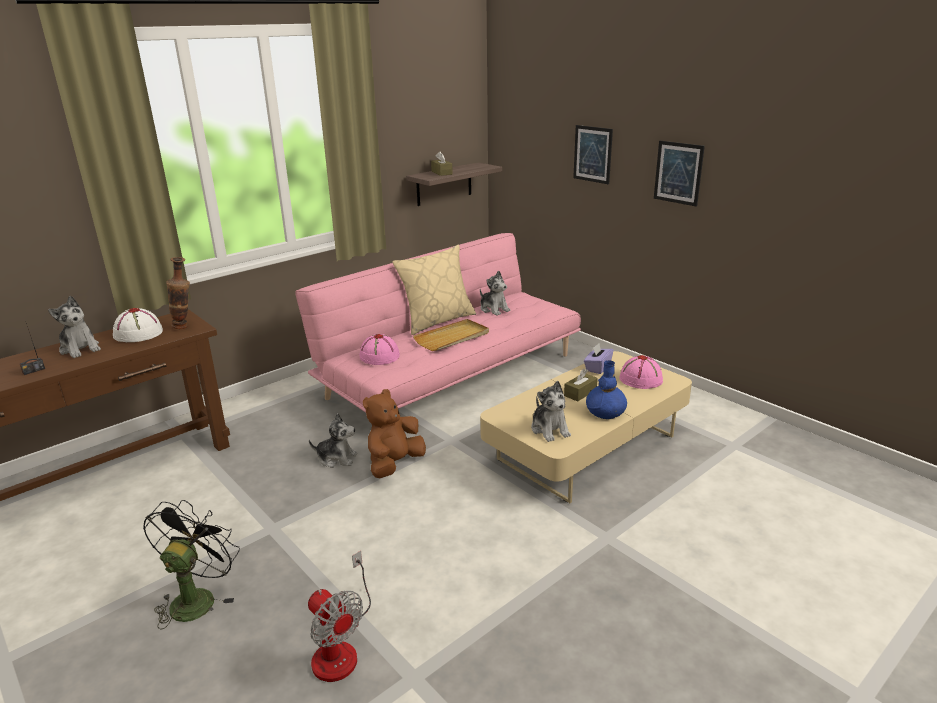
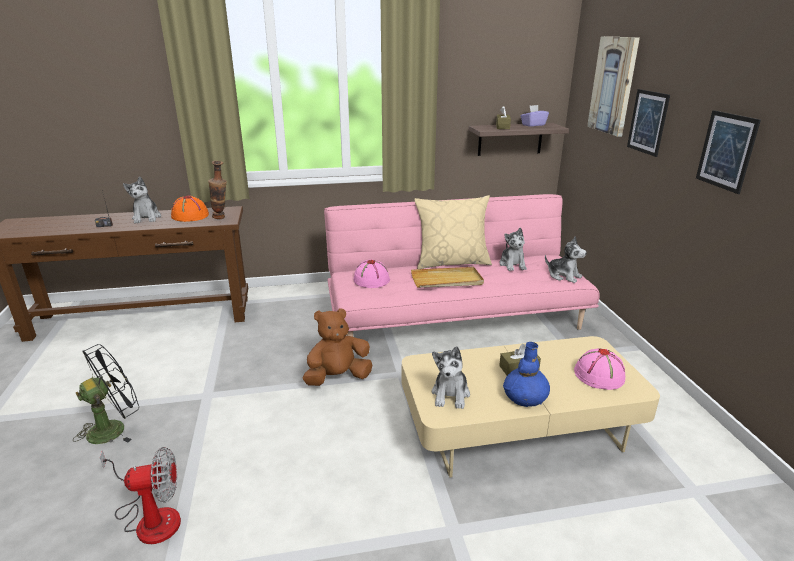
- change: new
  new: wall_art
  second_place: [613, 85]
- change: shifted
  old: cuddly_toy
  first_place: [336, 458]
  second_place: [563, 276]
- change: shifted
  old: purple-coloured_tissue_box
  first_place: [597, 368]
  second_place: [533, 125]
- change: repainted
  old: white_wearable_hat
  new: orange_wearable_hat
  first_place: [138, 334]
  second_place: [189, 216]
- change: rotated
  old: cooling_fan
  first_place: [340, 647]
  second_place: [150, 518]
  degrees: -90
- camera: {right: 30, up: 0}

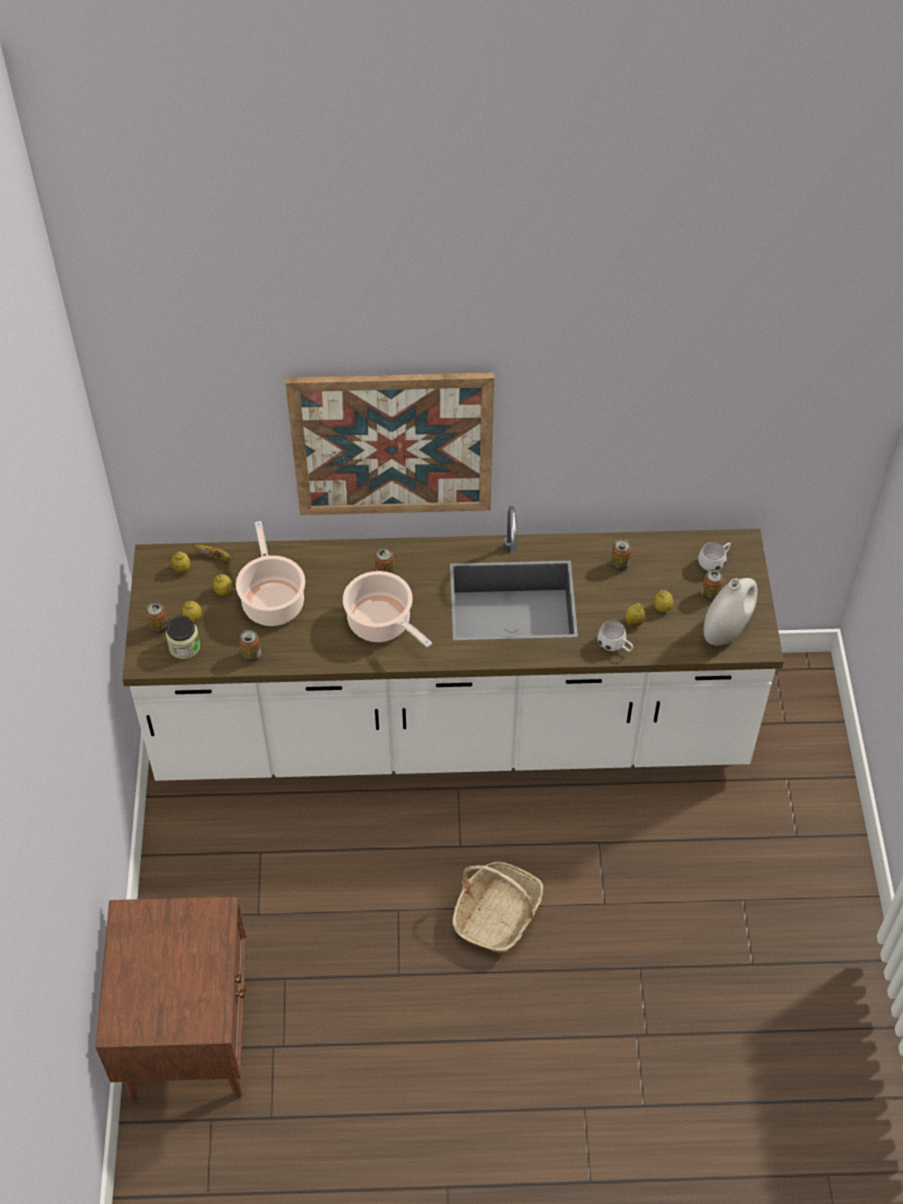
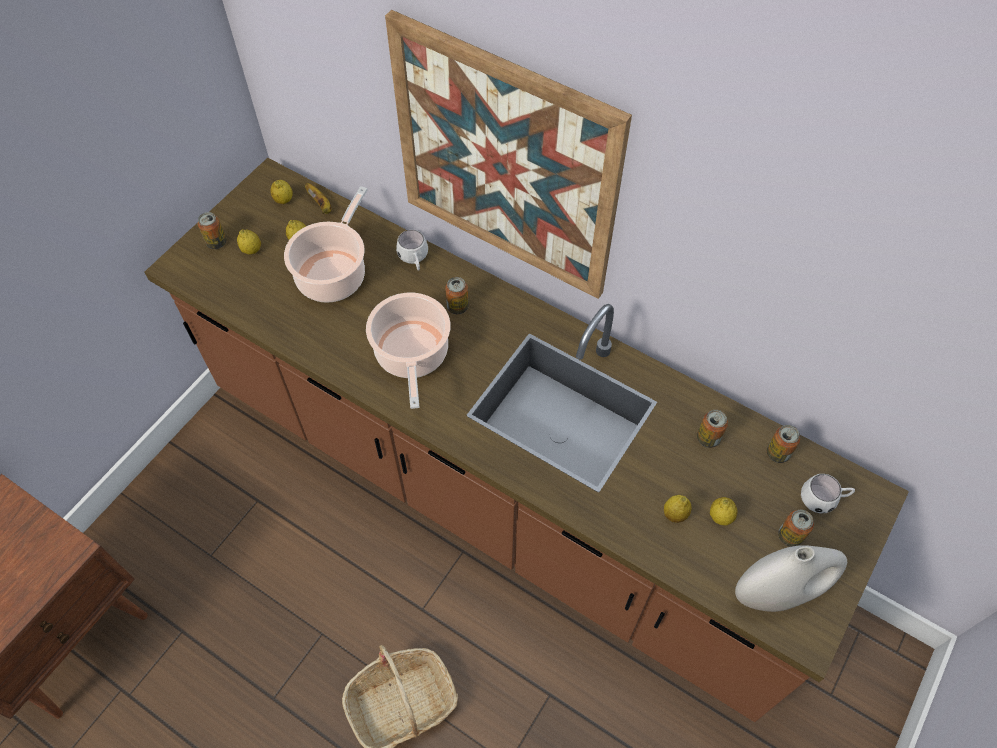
- change: gone
  old: storage_jar
  first_place: [184, 646]
- change: shifted
  old: metal_can
  first_place: [251, 655]
  second_place: [777, 453]
- change: shifted
  old: white_tea_mug
  first_place: [615, 646]
  second_place: [414, 261]
- change: repainted
  old: white_kitchen_counter
  new: brown_kitchen_counter
  first_place: [451, 730]
  second_place: [498, 493]
- camera: {right: 35, up: 5}

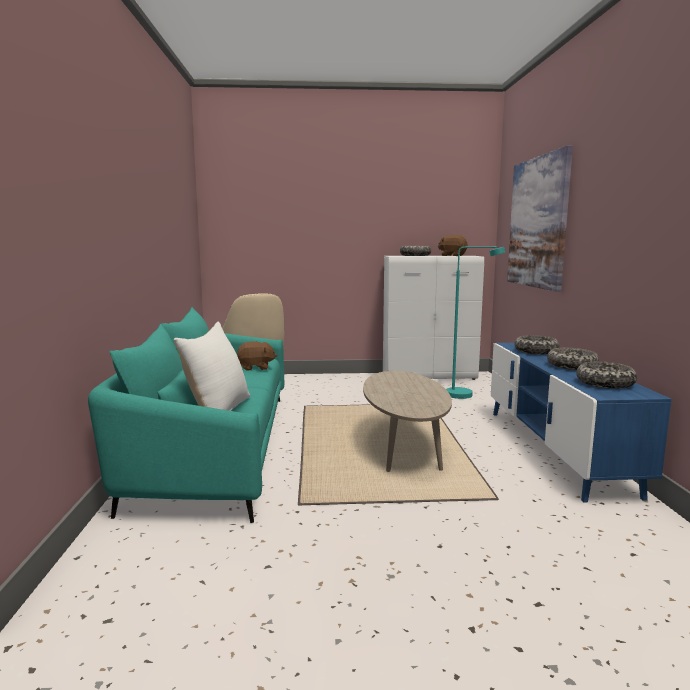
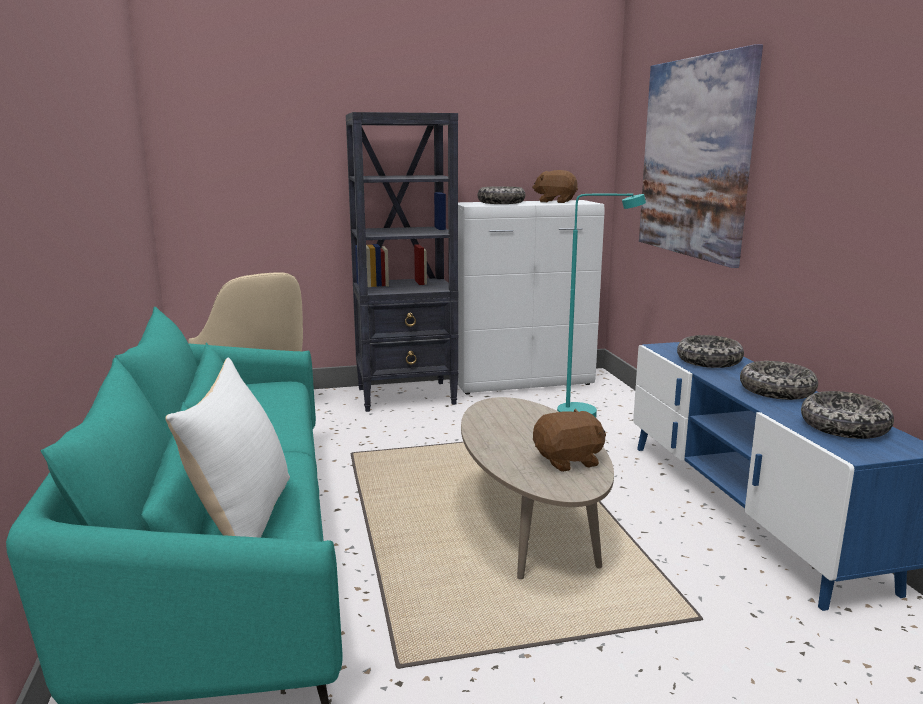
- change: new
  new: blackish_bookcase
  second_place: [407, 396]
- change: shifted
  old: brown_cuddly_toy
  first_place: [256, 368]
  second_place: [568, 461]
- camera: {right: -10, up: 5}

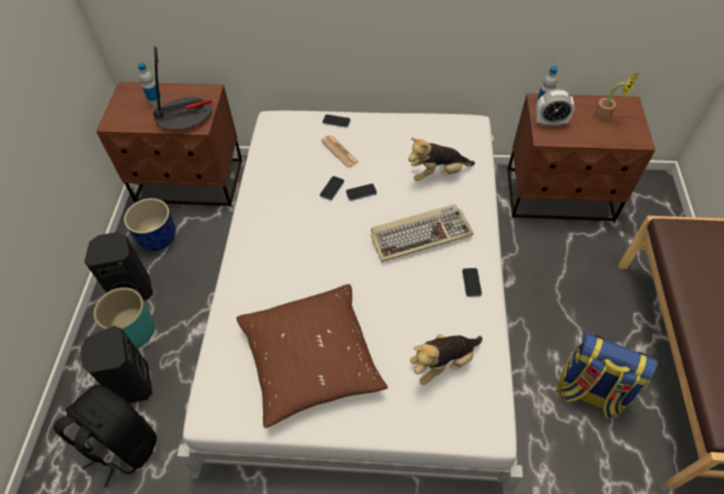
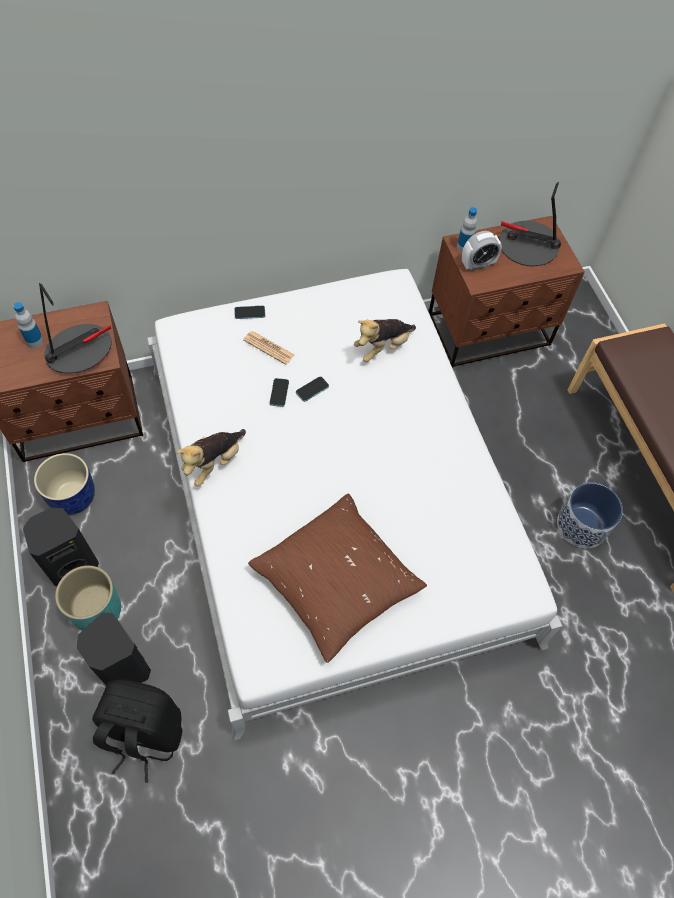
- change: gone
  old: PC_keyboard
  first_place: [420, 234]
- change: gone
  old: telephone
  first_place: [471, 283]
- change: shifted
  old: cuddly_toy
  first_place: [443, 363]
  second_place: [214, 463]
- change: swapped
  old: backpack
  new: plant_pot
  first_place: [589, 392]
  second_place: [581, 526]
- change: swapped
  old: plant_in_a_pot
  new: table_lamp
  first_place: [606, 116]
  second_place: [528, 245]
- camera: {right: -25, up: 5}

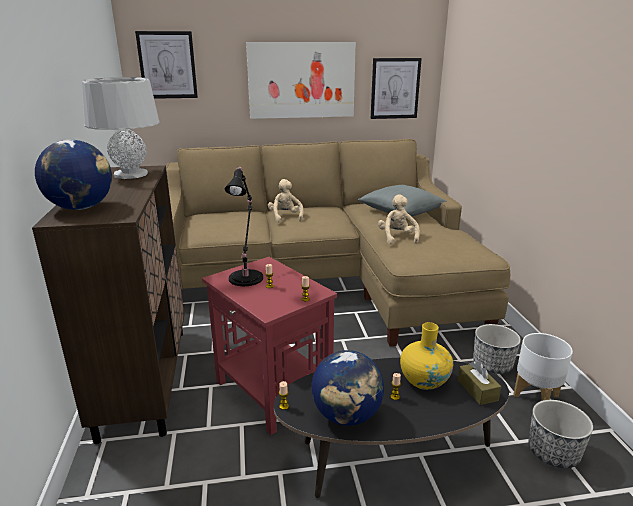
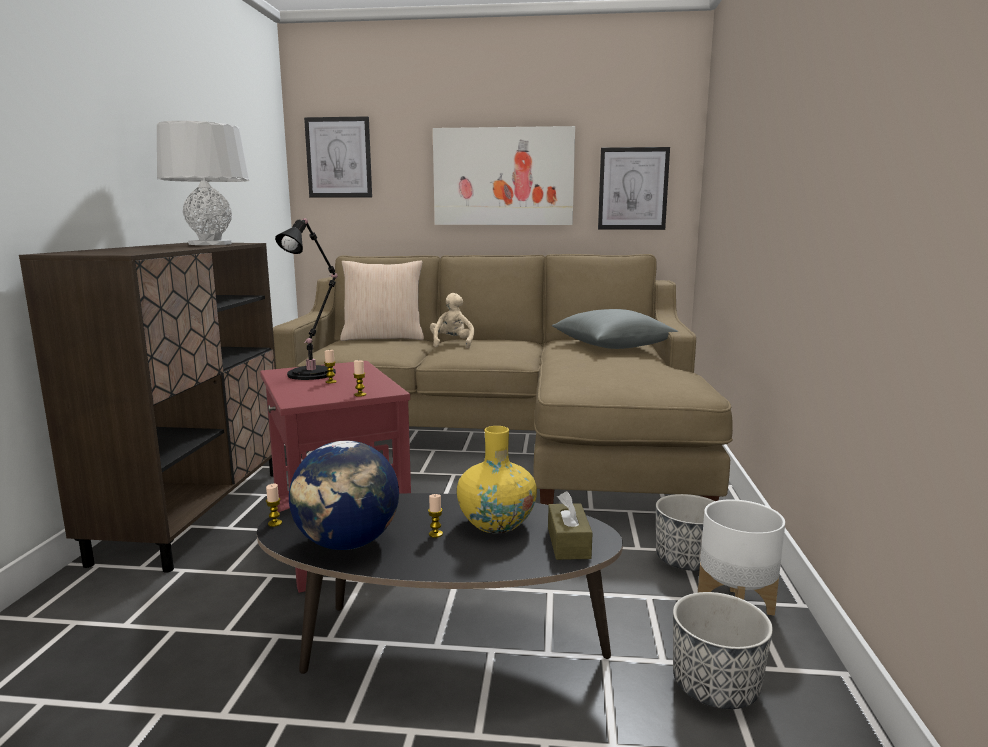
- change: gone
  old: world_globe
  first_place: [81, 208]
- change: gone
  old: beige_cuddly_toy
  first_place: [397, 238]
- change: new
  new: beige_cushion
  second_place: [383, 338]
- camera: {right: 15, up: -10}

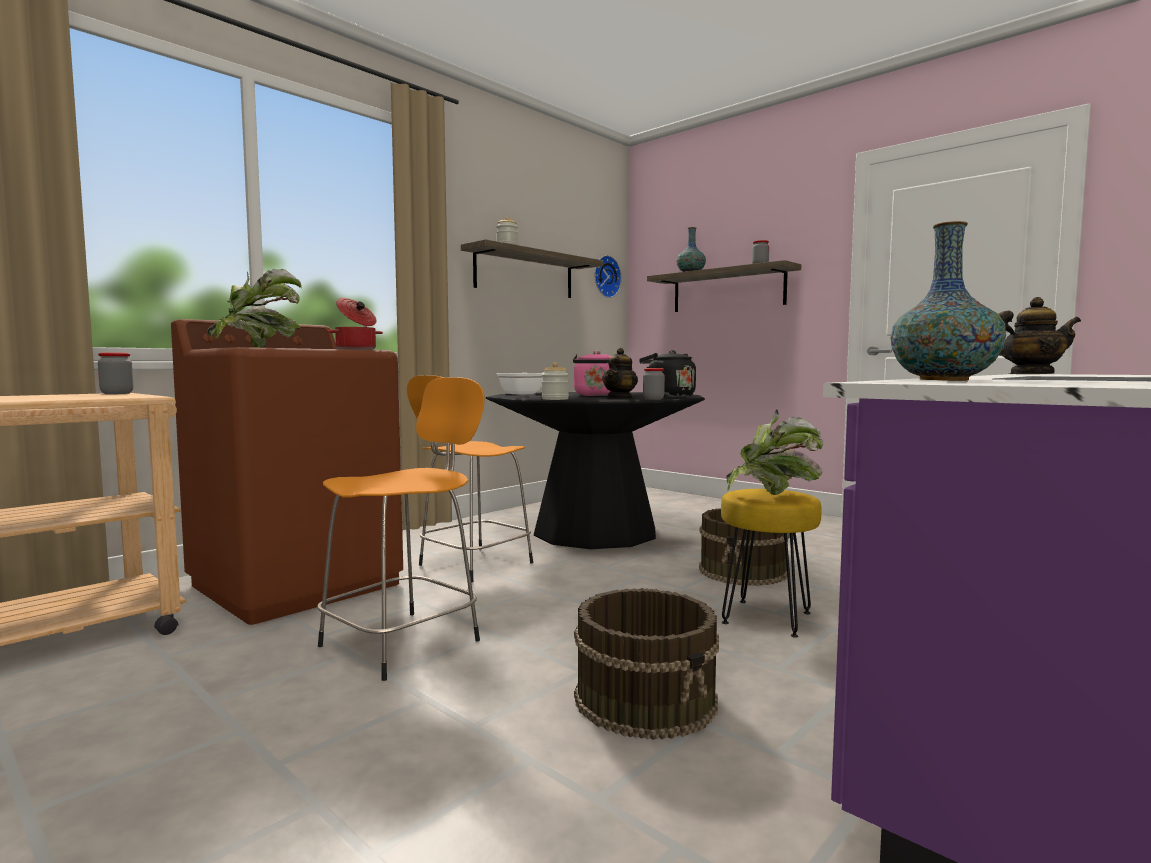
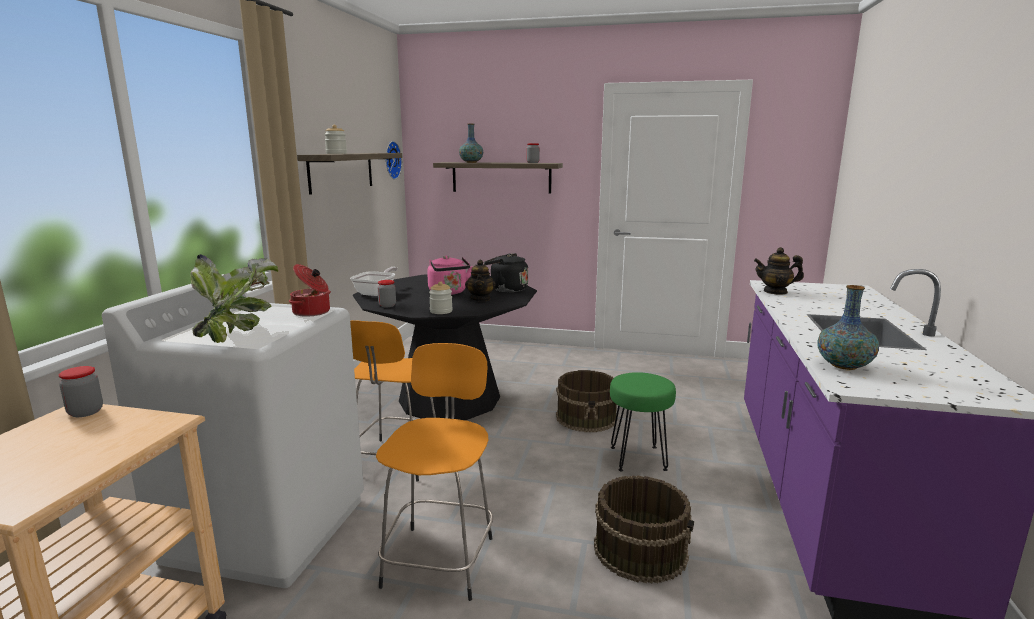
- change: gone
  old: plant_in_a_pot
  first_place: [774, 497]
- change: shifted
  old: storage_jar
  first_place: [653, 399]
  second_place: [387, 305]
- change: repainted
  old: brown_washing_machine
  new: white_washing_machine
  first_place: [297, 584]
  second_place: [267, 528]
- change: repainted
  old: yellow_stool
  new: green-coloured_stool
  first_place: [765, 618]
  second_place: [637, 458]
- change: rotated
  old: teapot
  first_place: [1031, 374]
  second_place: [775, 291]
  degrees: -150
- camera: {right: -30, up: 10}

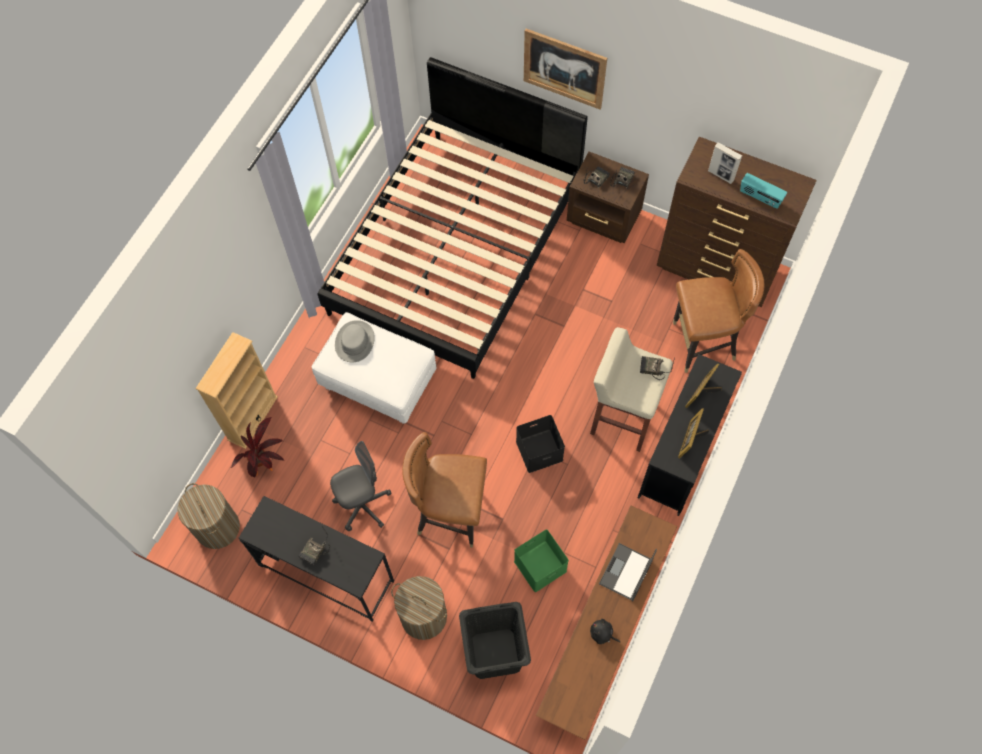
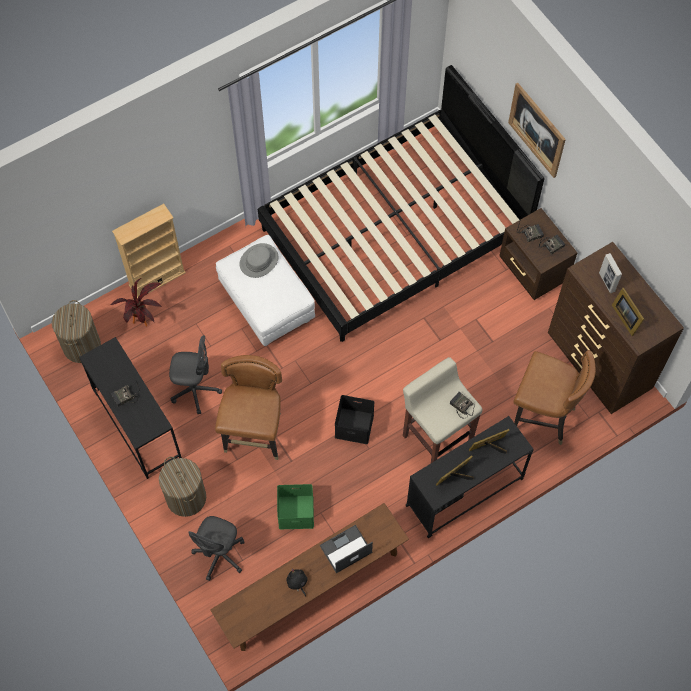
- change: swapped
  old: blackish_washing_basket
  new: gray_computer_chair
  first_place: [494, 653]
  second_place: [219, 555]
- change: swapped
  old: radio_receiver
  new: photo_frame
  first_place: [760, 198]
  second_place: [626, 317]
- change: rotated
  old: brown_plain_chair
  first_place: [451, 514]
  second_place: [255, 435]
  degrees: 60
- camera: {right: 30, up: 0}

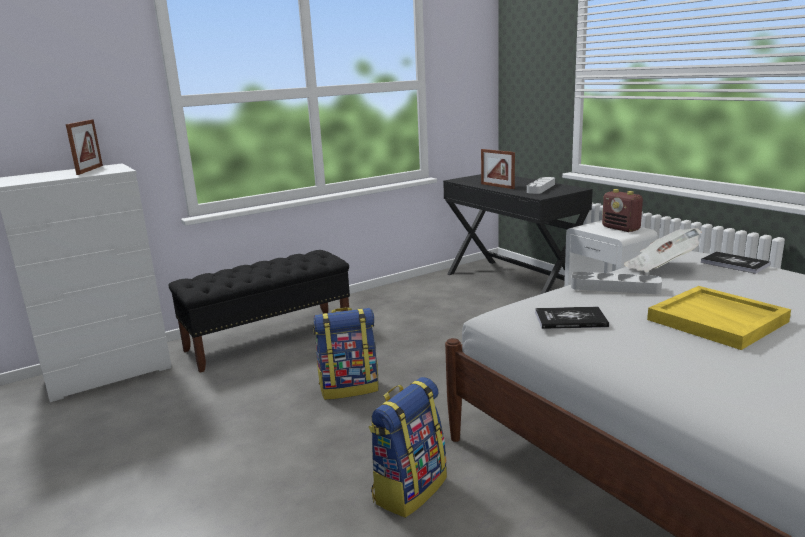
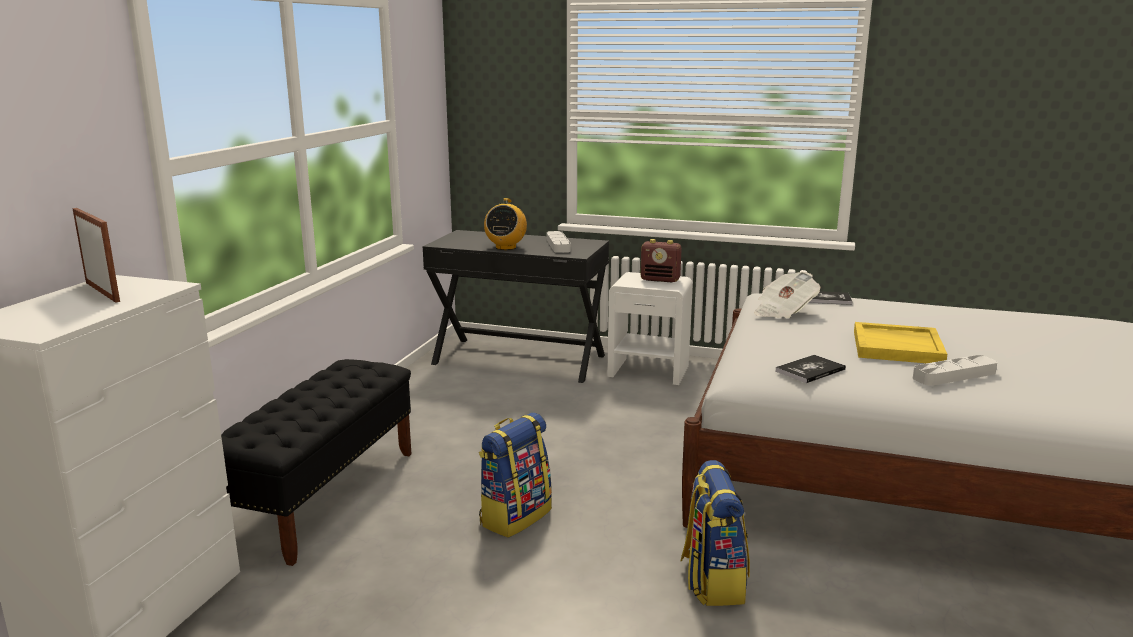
- change: shifted
  old: gray_tray
  first_place: [615, 287]
  second_place: [954, 375]
- change: swapped
  old: photo_frame
  new: radio_receiver
  first_place: [497, 186]
  second_place: [505, 247]
- camera: {right: -40, up: 0}

